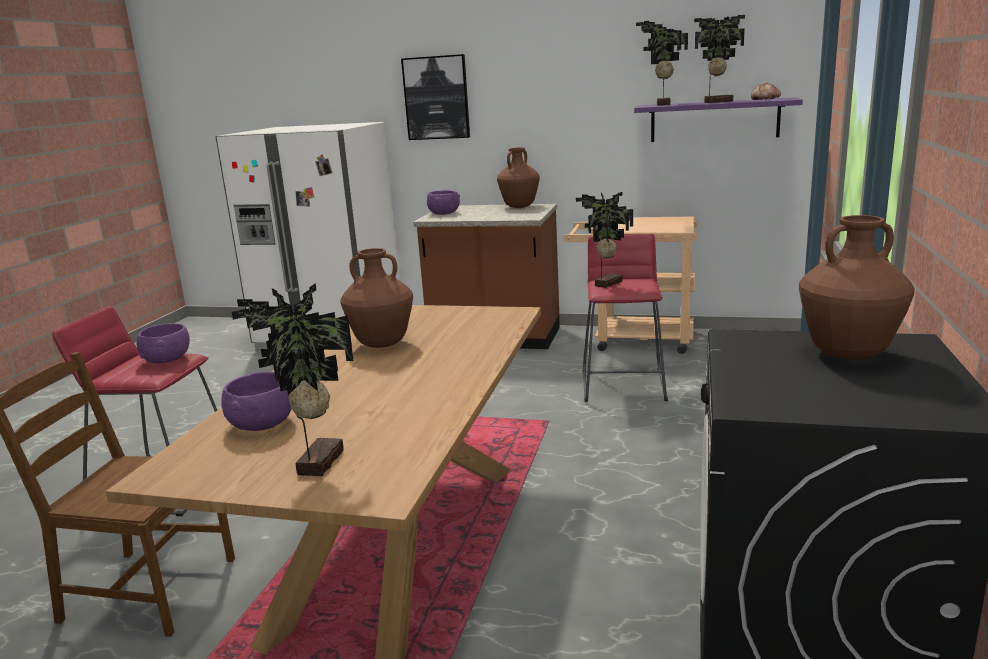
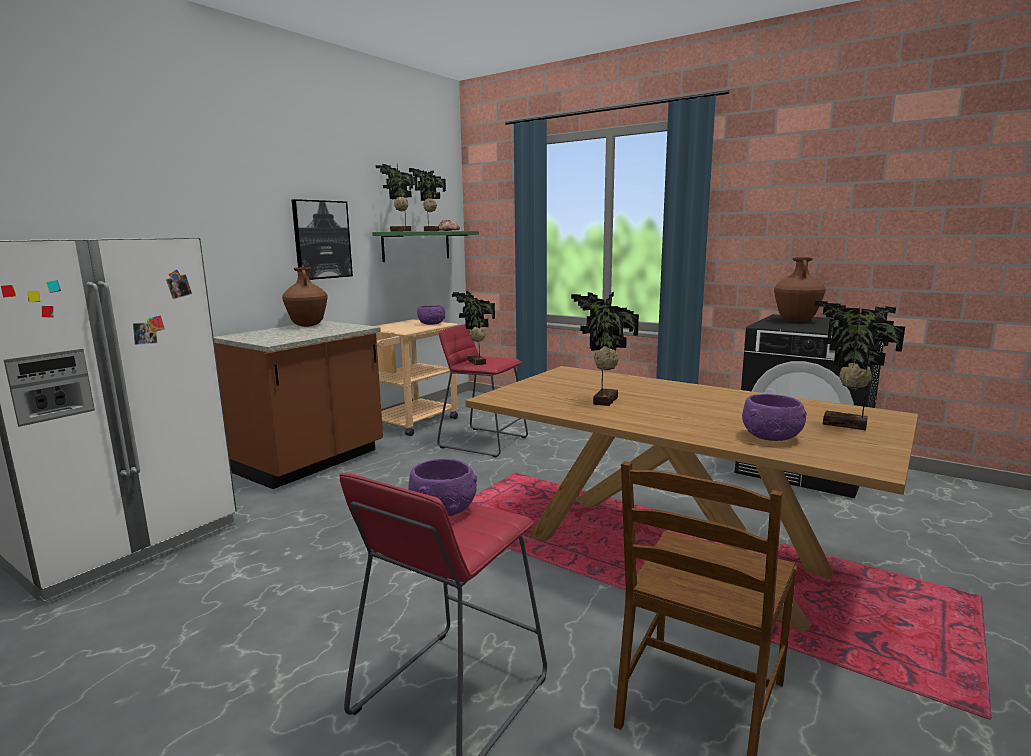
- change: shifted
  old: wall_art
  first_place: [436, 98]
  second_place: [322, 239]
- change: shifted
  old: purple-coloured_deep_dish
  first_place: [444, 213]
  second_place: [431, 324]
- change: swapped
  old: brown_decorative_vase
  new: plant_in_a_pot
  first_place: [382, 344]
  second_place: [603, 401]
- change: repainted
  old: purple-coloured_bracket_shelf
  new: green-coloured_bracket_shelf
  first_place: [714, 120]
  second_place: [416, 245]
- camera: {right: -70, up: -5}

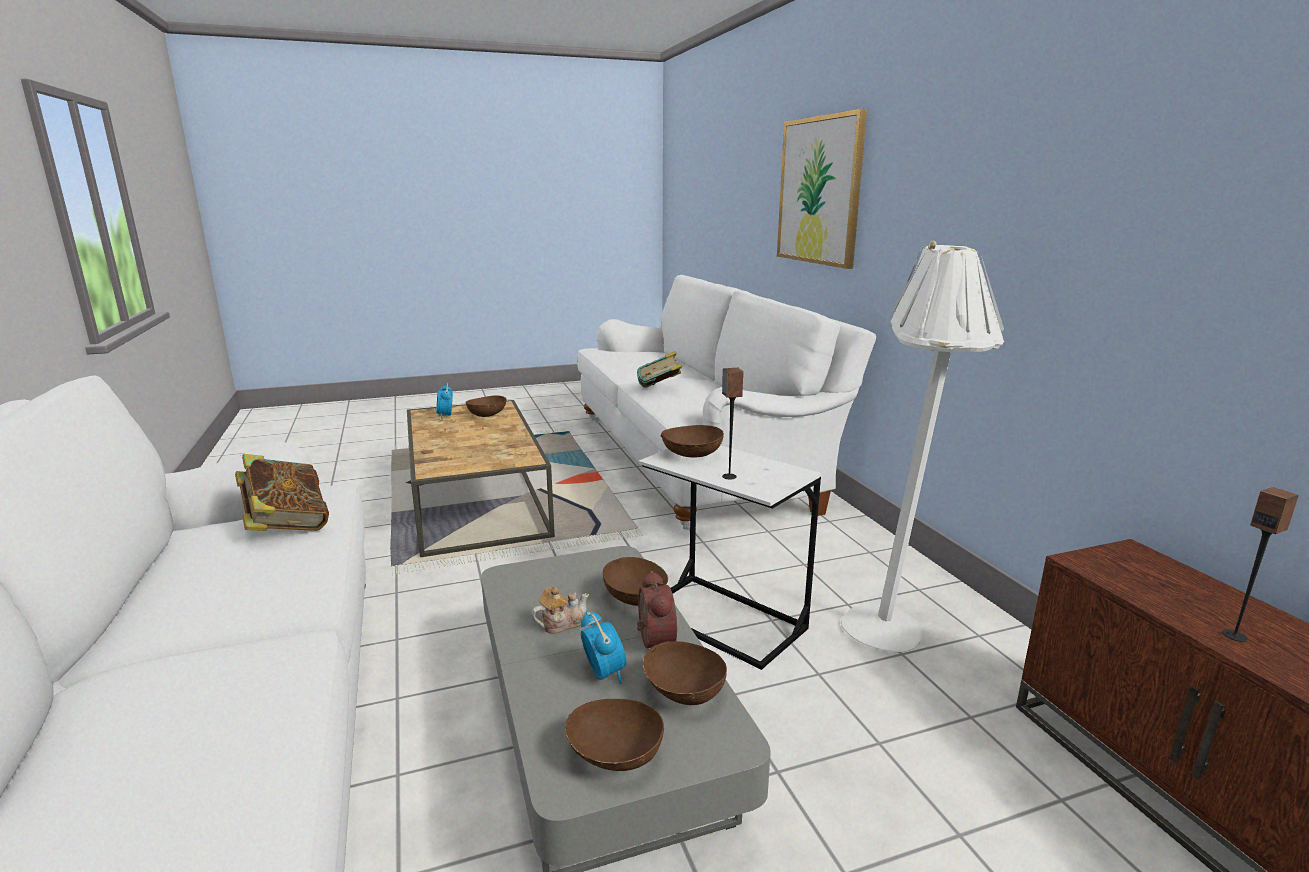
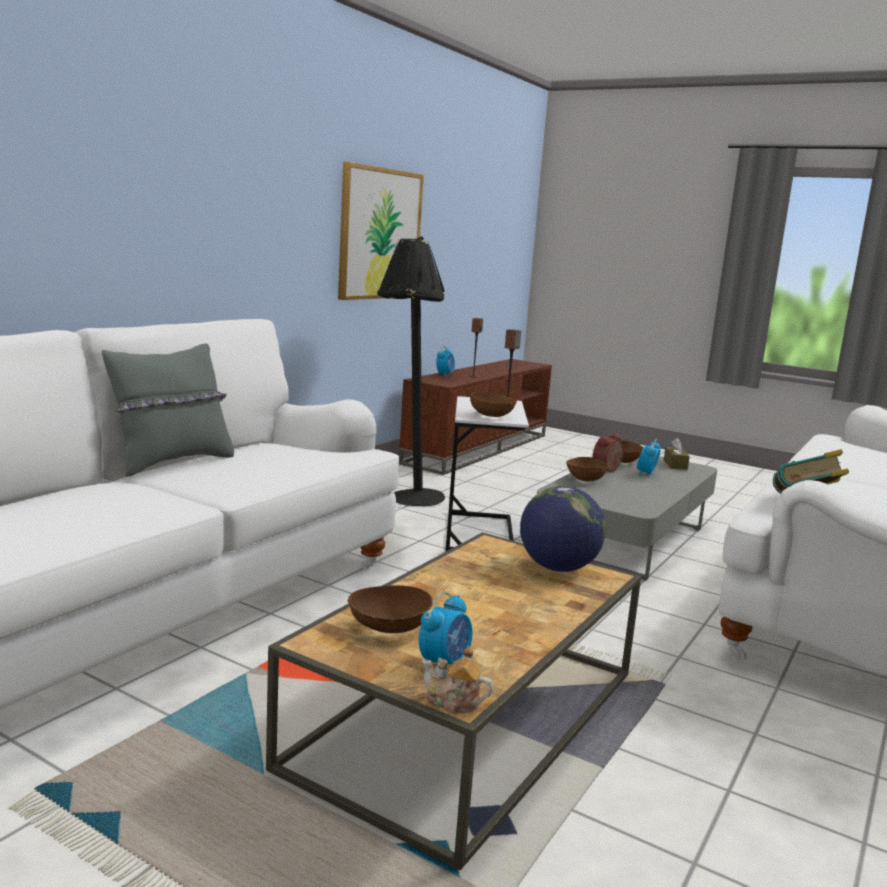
- change: gone
  old: book
  first_place: [659, 391]
- change: new
  new: gray_cushion
  second_place: [172, 462]
- change: new
  new: alarm_clock
  second_place: [444, 375]
- change: new
  new: world_globe
  second_place: [558, 568]
- change: shifted
  old: teapot
  first_place: [561, 623]
  second_place: [453, 702]
- change: shifted
  old: wall_art
  first_place: [819, 191]
  second_place: [380, 234]
- change: swapped
  old: brown_deep_dish
  new: brown_tissue_box
  first_place: [614, 757]
  second_place: [675, 465]
- change: repainted
  old: white_floor_lamp
  new: blackish_floor_lamp
  first_place: [899, 625]
  second_place: [406, 495]
- camera: {right: -130, up: -5}

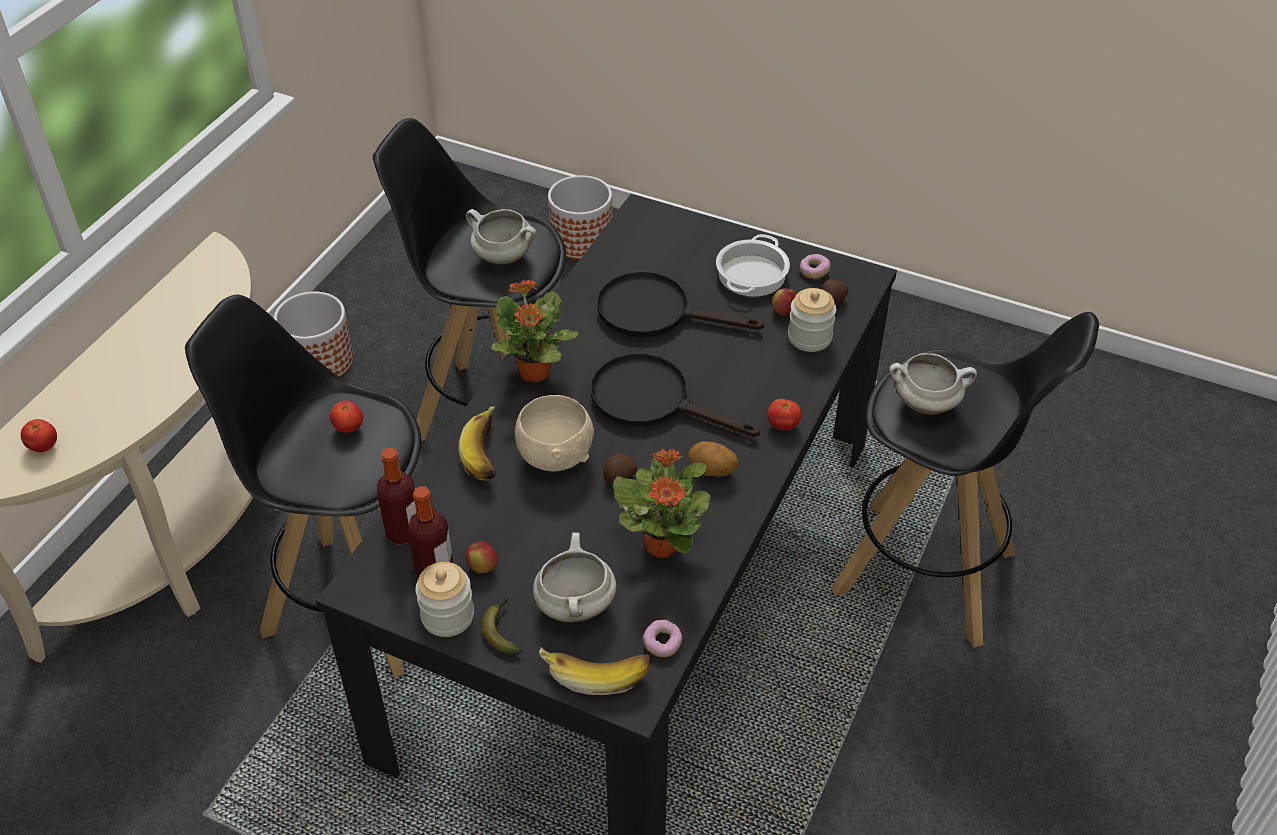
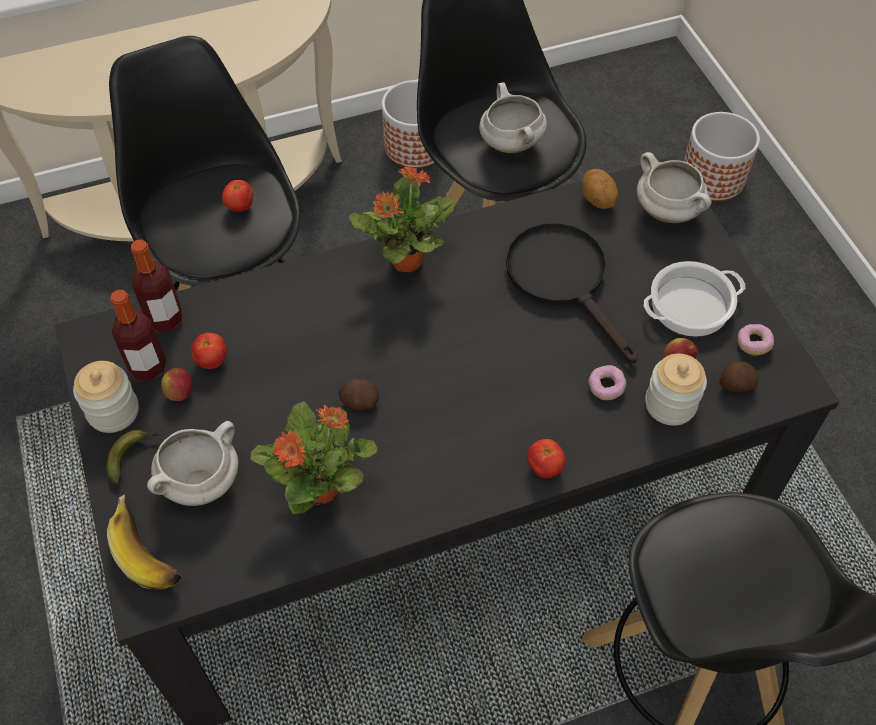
- change: gone
  old: whole_banana
  first_place: [489, 454]
- change: gone
  old: beige_deep_dish
  first_place: [555, 455]
- change: gone
  old: blackish_frying_pan
  first_place: [653, 400]
- change: shifted
  old: fresh_tomato
  first_place: [43, 446]
  second_place: [212, 360]
- change: shifted
  old: donut
  first_place: [662, 643]
  second_place: [606, 387]
- change: shifted
  old: spud
  first_place: [711, 471]
  second_place: [597, 201]
- change: shifted
  old: white_stockpot
  first_place: [926, 403]
  second_place: [668, 211]
- camera: {right: 45, up: 10}

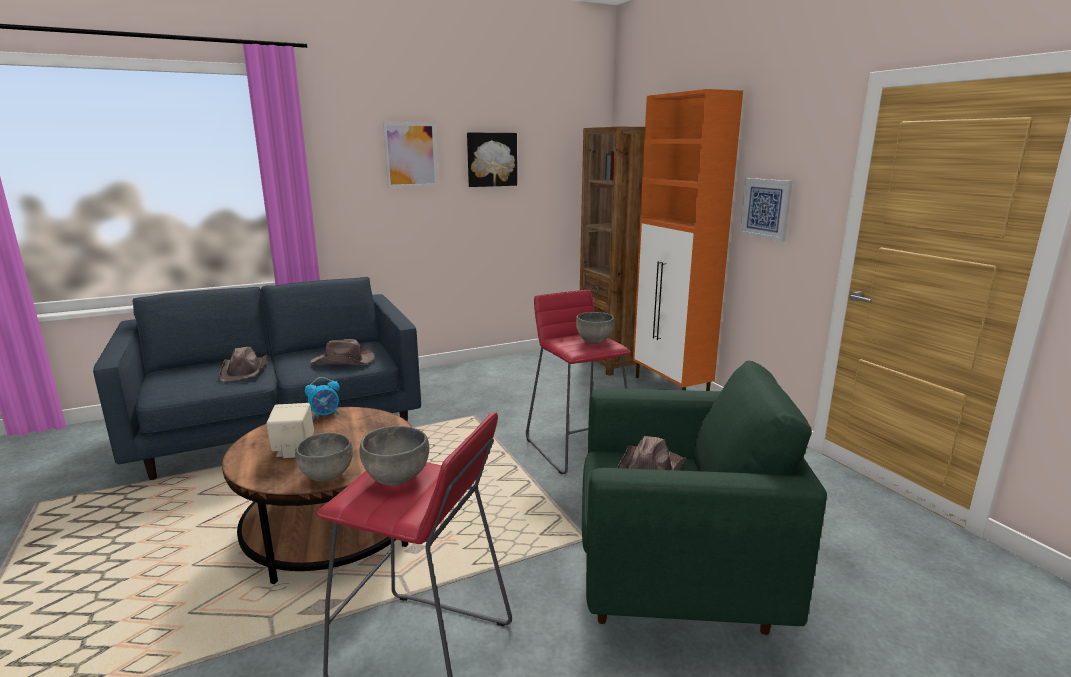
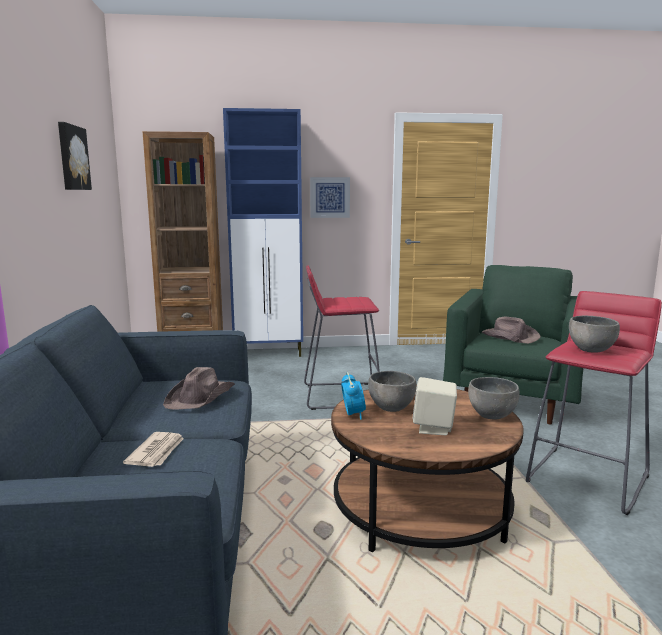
- change: gone
  old: wall_art
  first_place: [411, 155]
- change: shifted
  old: gray_deep_dish
  first_place: [594, 341]
  second_place: [391, 408]
- change: swapped
  old: brown_wearable_hat
  new: printed_paper
  first_place: [245, 370]
  second_place: [157, 452]
- change: repainted
  old: orange_storage_cabinet
  new: blue_storage_cabinet
  first_place: [671, 388]
  second_place: [269, 353]
- camera: {right: -70, up: -5}

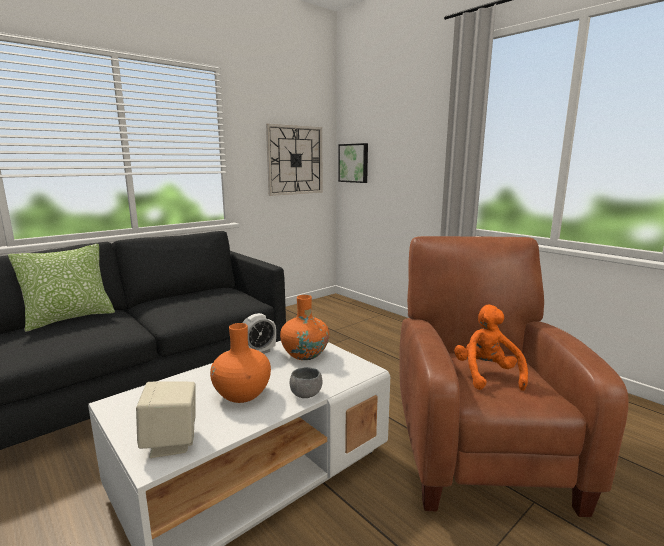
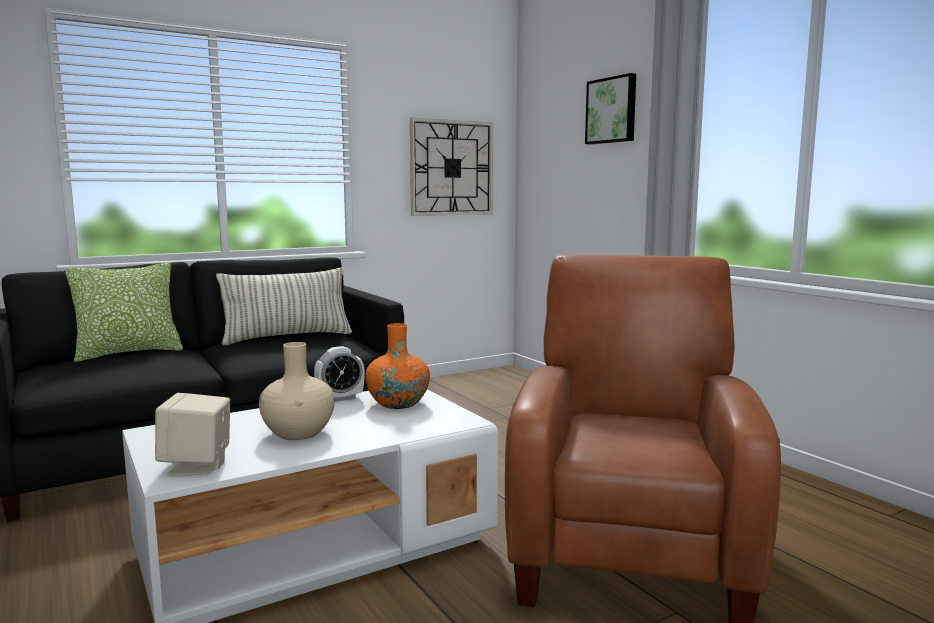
- change: gone
  old: gray_deep_dish
  first_place: [306, 394]
- change: gone
  old: orange_cuddly_toy
  first_place: [486, 375]
- change: new
  new: cushion
  second_place: [287, 337]
- change: shifted
  old: wall_art
  first_place: [354, 163]
  second_place: [612, 110]
- change: repainted
  old: orange_decorative_vase
  new: beige_decorative_vase
  first_place: [242, 394]
  second_place: [298, 433]
- camera: {right: 10, up: -5}

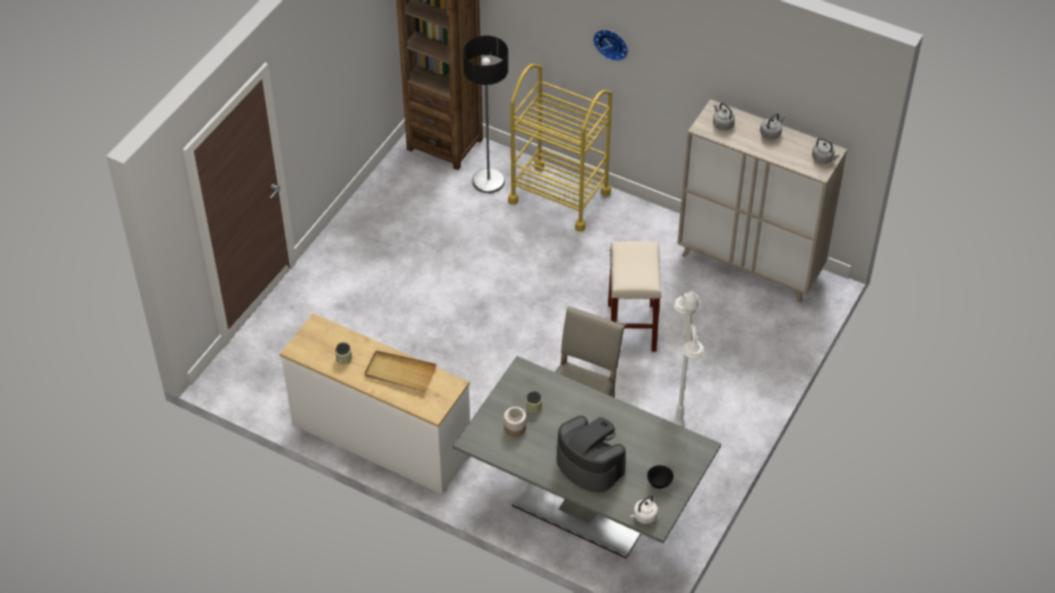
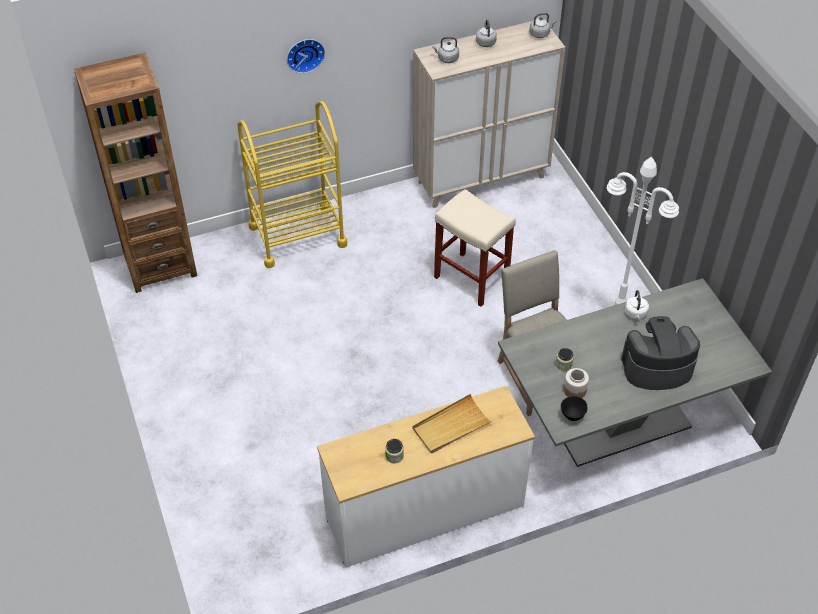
- change: gone
  old: floor_lamp
  first_place: [488, 181]
- change: shifted
  old: white_tea_kettle
  first_place: [644, 517]
  second_place: [635, 314]
- change: shifted
  old: blackish_deep_dish
  first_place: [659, 483]
  second_place: [572, 415]
- camera: {right: -50, up: 0}

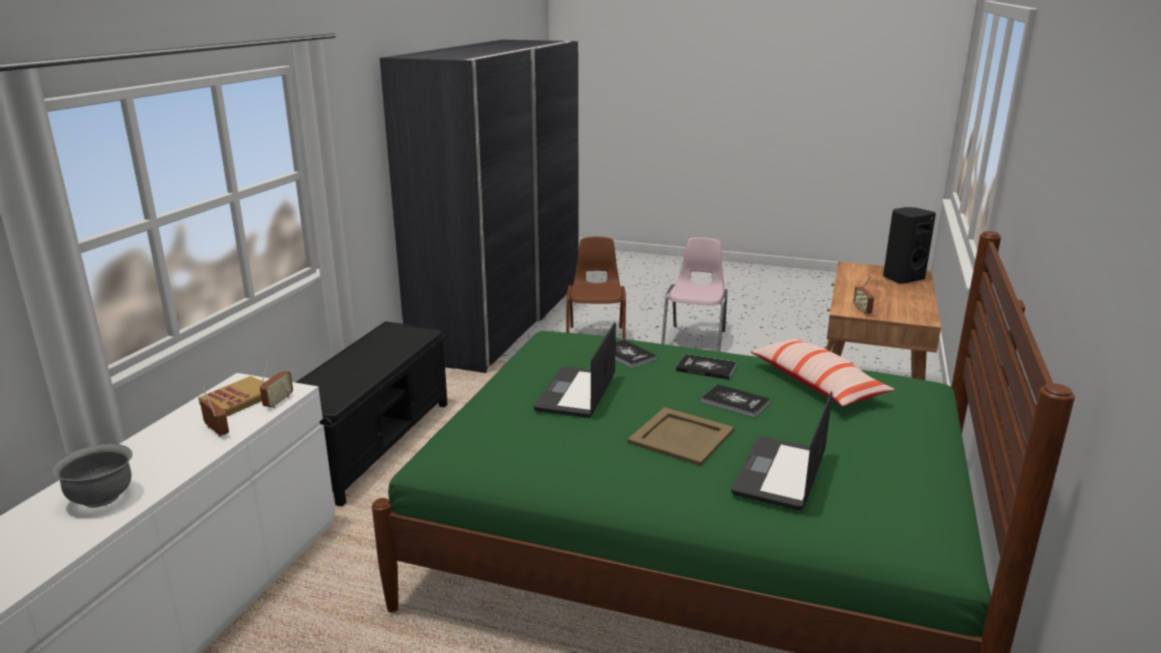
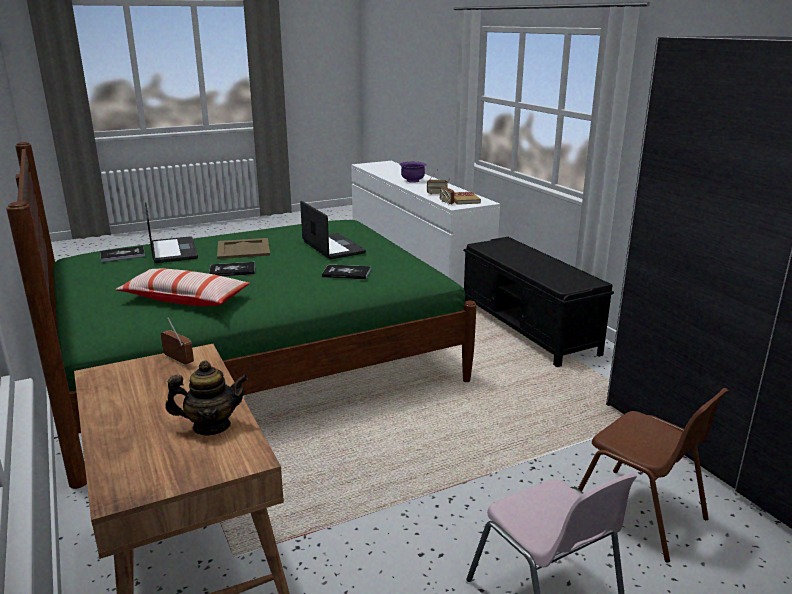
- change: gone
  old: blackish_audio_speaker
  first_place: [902, 278]
- change: new
  new: teapot
  second_place: [211, 426]
- change: shifted
  old: book
  first_place: [706, 368]
  second_place: [122, 255]
- change: repainted
  old: gray_deep_dish
  new: purple-coloured_deep_dish
  first_place: [102, 498]
  second_place: [412, 181]
- camera: {right: 135, up: 0}

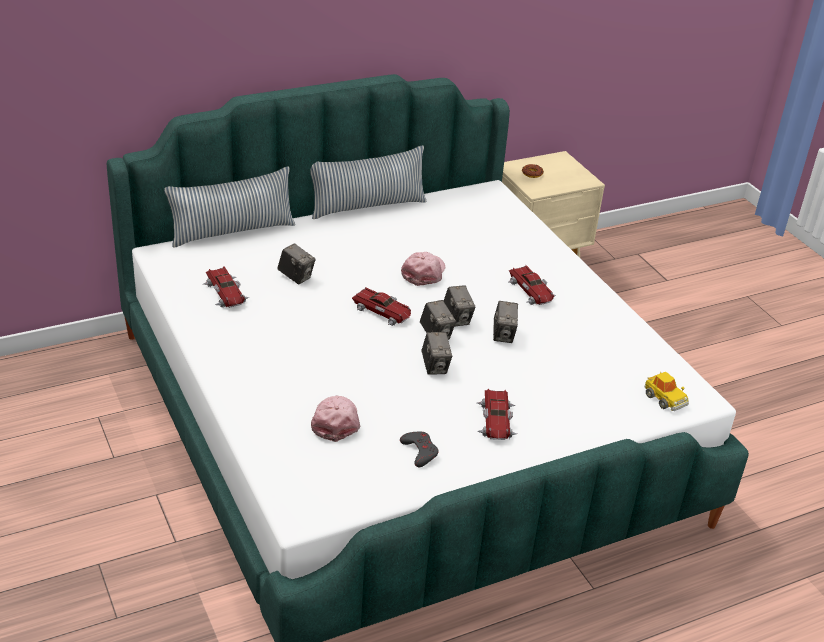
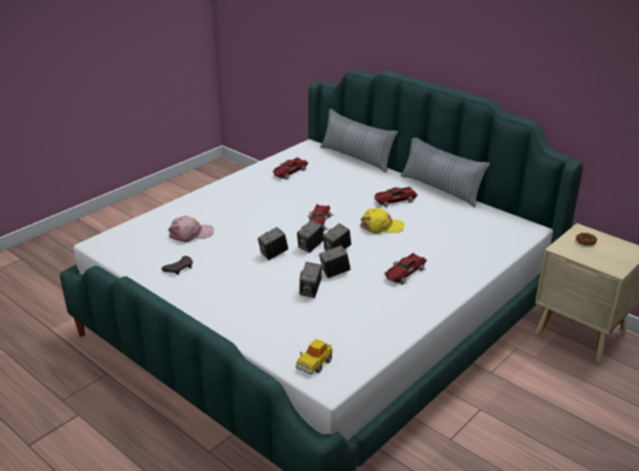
- change: shifted
  old: still_camera
  first_place: [296, 277]
  second_place: [310, 291]
- change: shifted
  old: miniature_car
  first_place: [496, 421]
  second_place: [394, 201]
- change: repainted
  old: pinkish_cap
  new: yellow_cap
  first_place: [424, 272]
  second_place: [381, 226]
- camera: {right: 70, up: -5}

